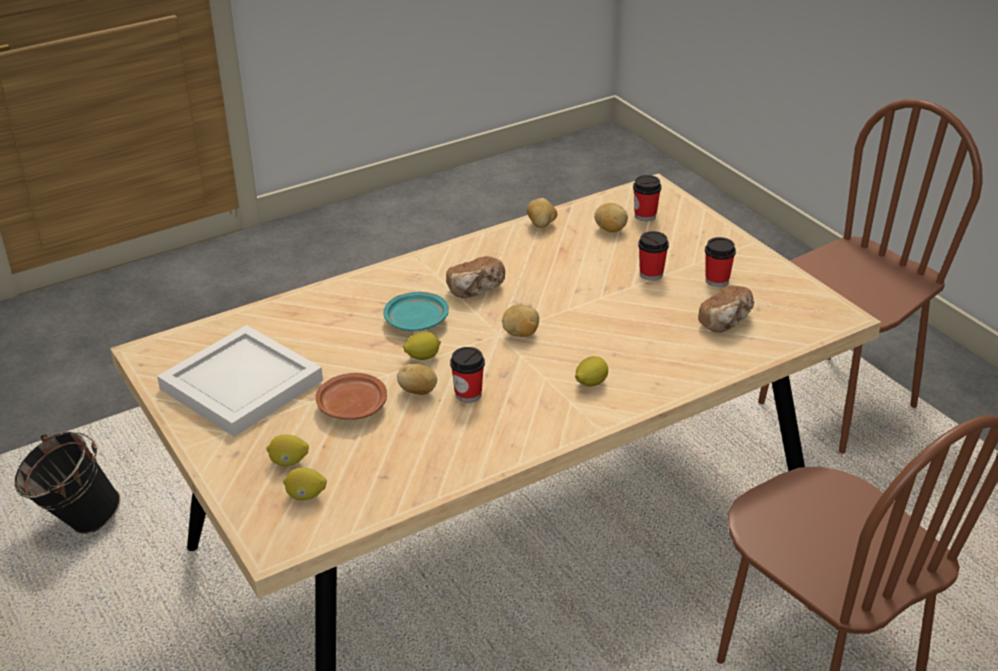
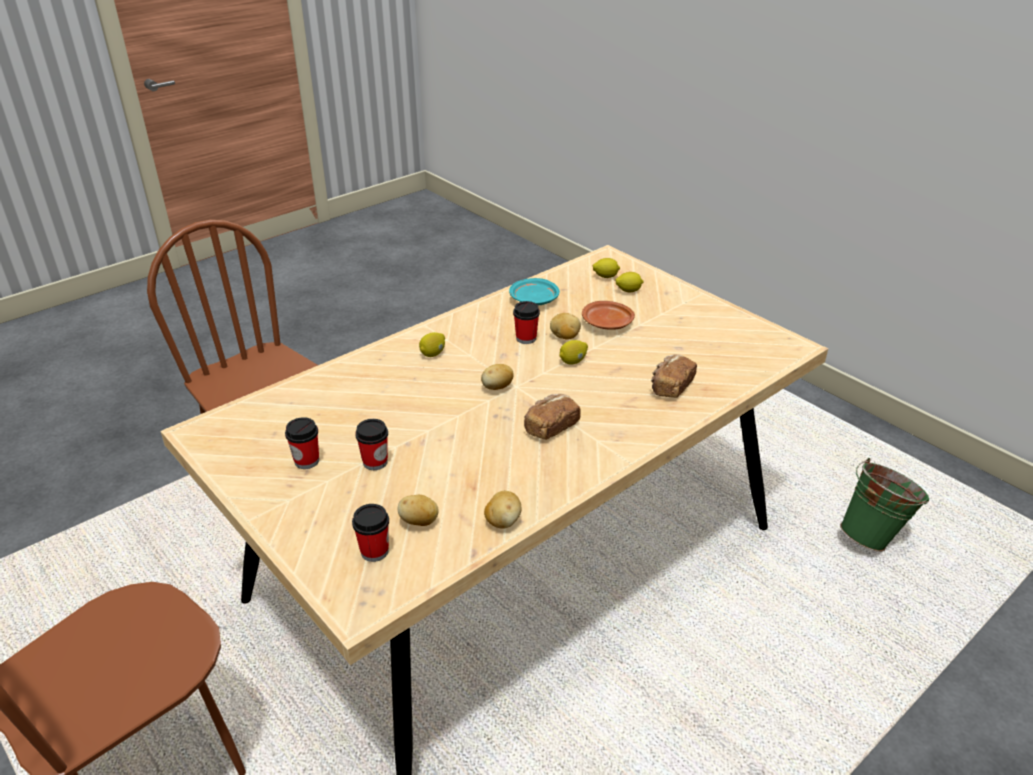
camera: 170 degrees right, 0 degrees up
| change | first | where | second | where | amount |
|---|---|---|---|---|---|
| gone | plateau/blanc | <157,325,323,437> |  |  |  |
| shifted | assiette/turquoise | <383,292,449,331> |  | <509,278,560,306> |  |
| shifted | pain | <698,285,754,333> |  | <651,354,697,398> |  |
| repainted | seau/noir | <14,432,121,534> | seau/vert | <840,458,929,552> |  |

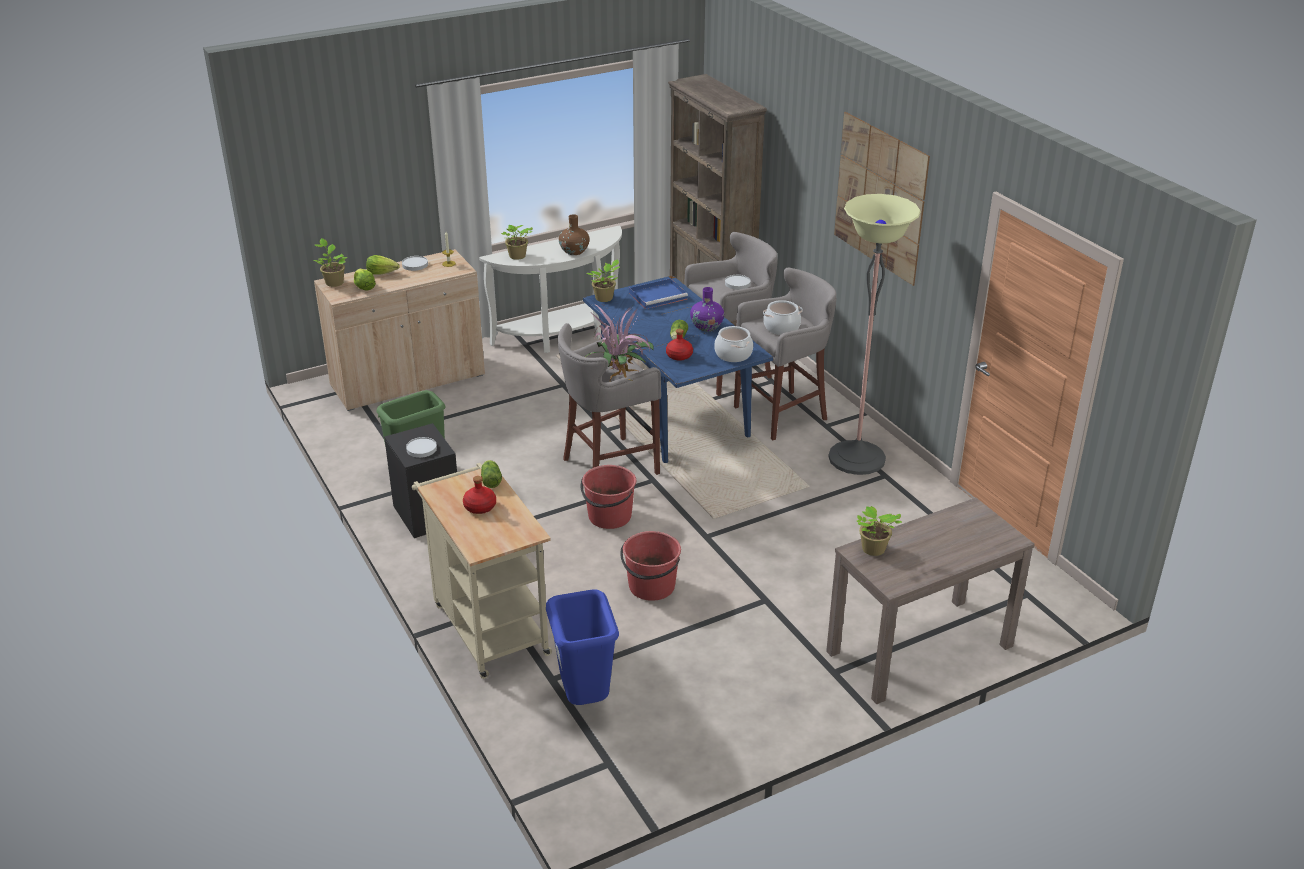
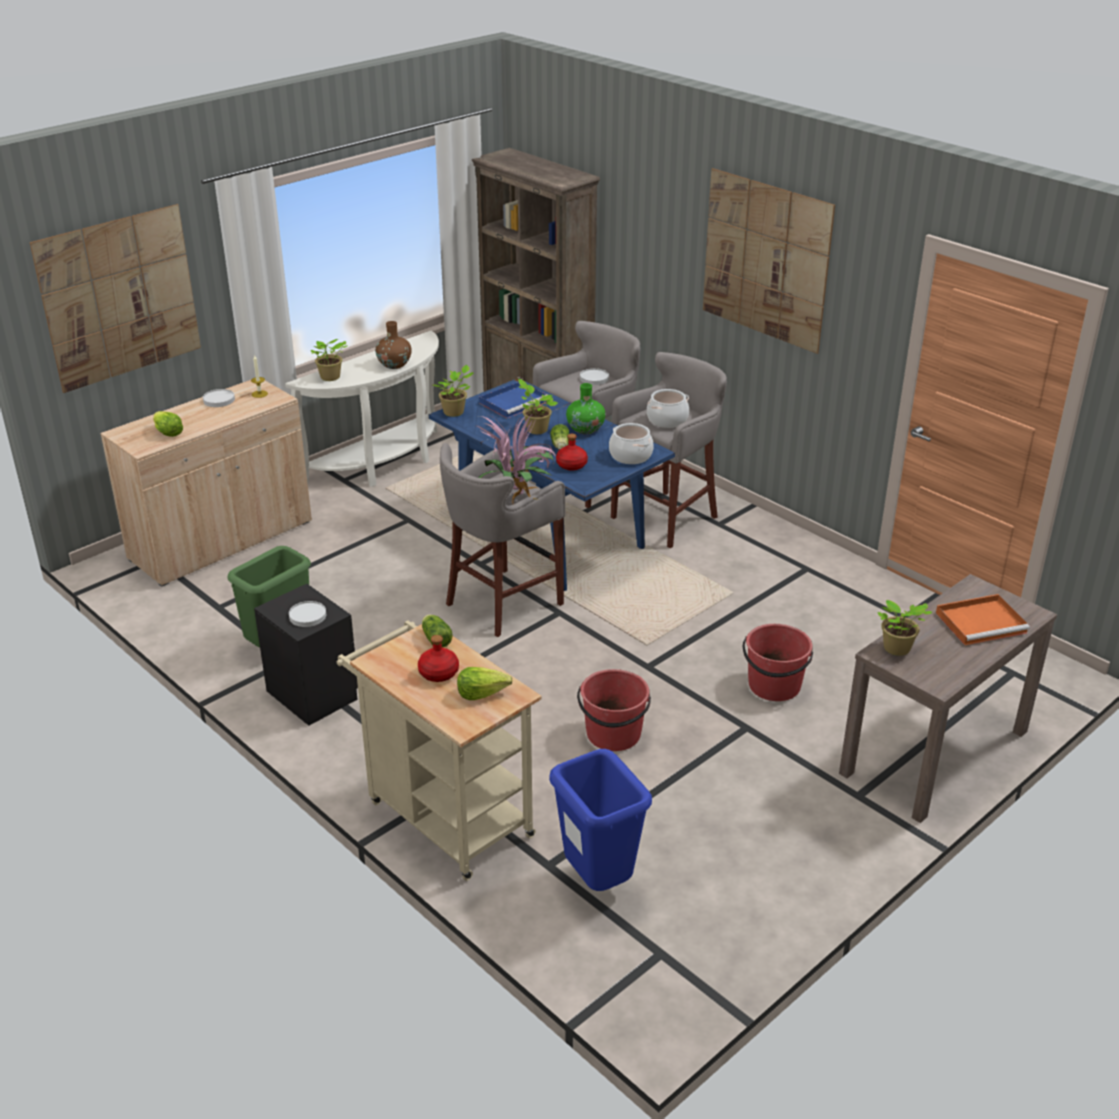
camera: 15 degrees left, 0 degrees up
| change | first | where | second | where | amount |
|---|---|---|---|---|---|
| gone | lampadaire | <828,194,921,475> |  |  |  |
| new |  |  | tableau | <30,204,201,393> |  |
| new |  |  | plateau/orange | <936,594,1030,645> |  |
| shifted | plante en pot | <313,238,347,287> |  | <518,379,558,434> |  |
| shifted | laitue | <366,255,400,275> |  | <457,667,513,700> |  |
| shifted | seau/rouge | <581,465,636,529> |  | <743,624,813,701> |  |
| repainted | vase/violet | <690,287,724,332> | vase/vert | <566,383,605,435> |  |

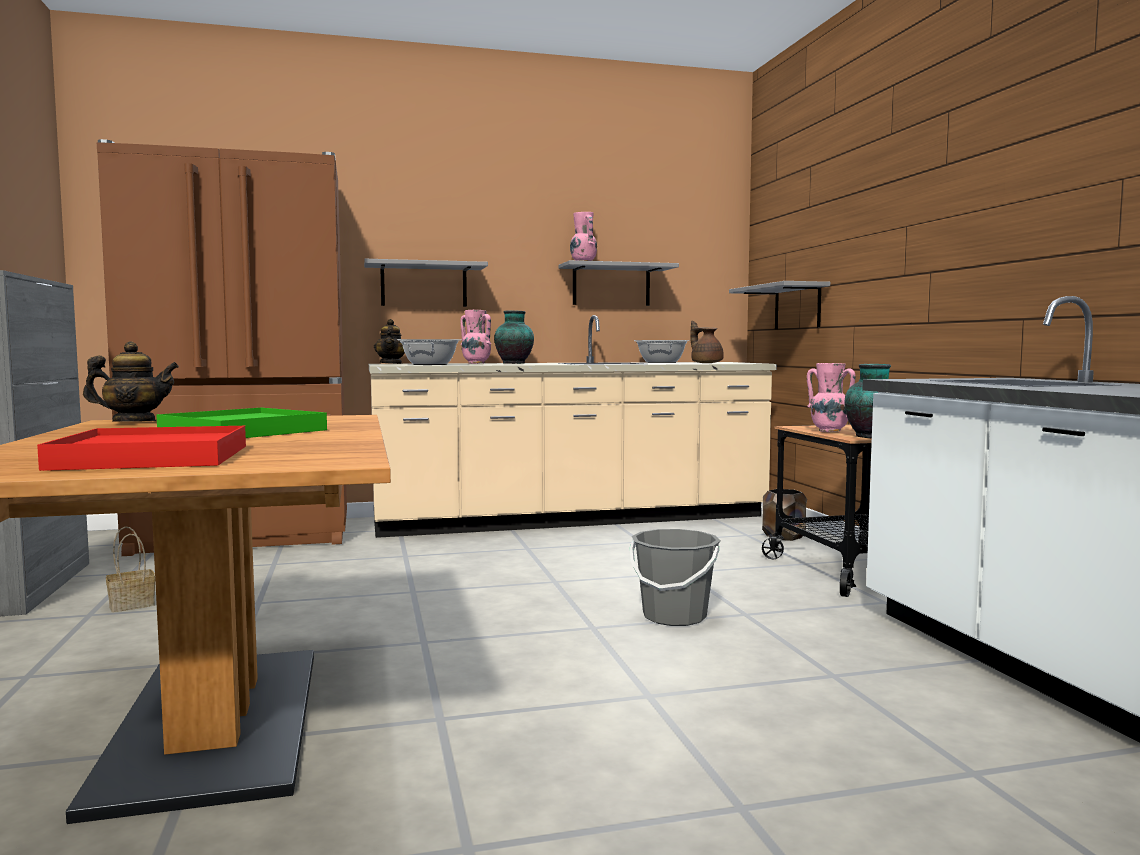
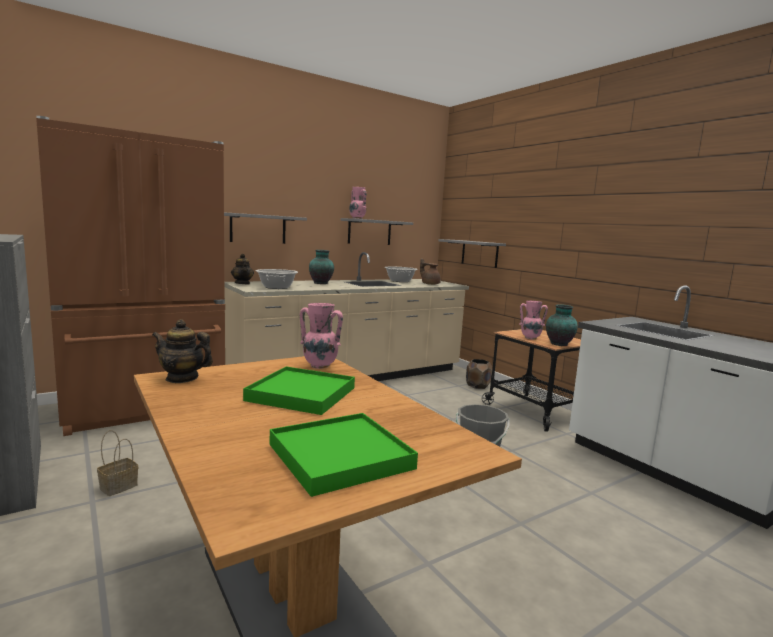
camera: 20 degrees left, 5 degrees up
| change | first | where | second | where | amount |
|---|---|---|---|---|---|
| shifted | vase/rose | <460,310,491,364> |  | <300,303,343,369> |  |
| repainted | plateau/rouge | <37,426,246,471> | plateau/vert | <270,413,418,497> |  |
| rotated | théière | <83,341,179,422> |  | <152,319,213,383> | 135 degrees counterclockwise |

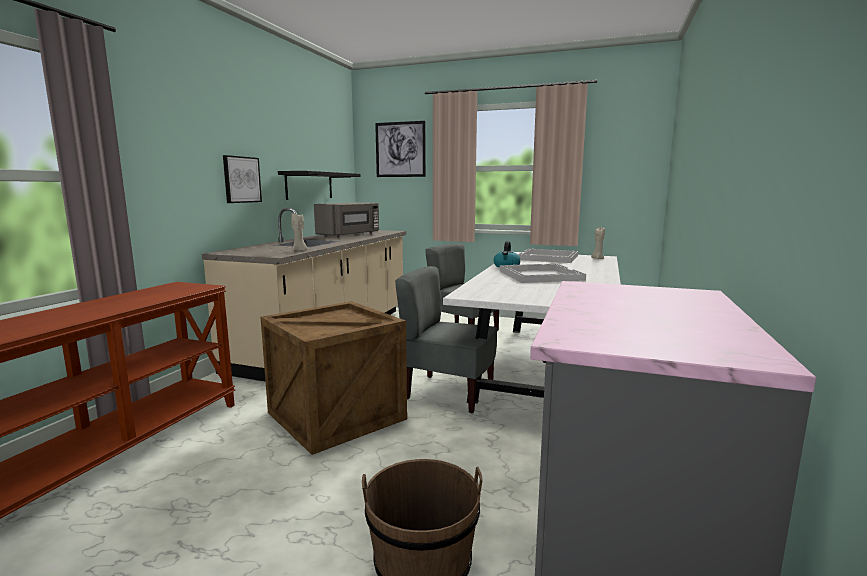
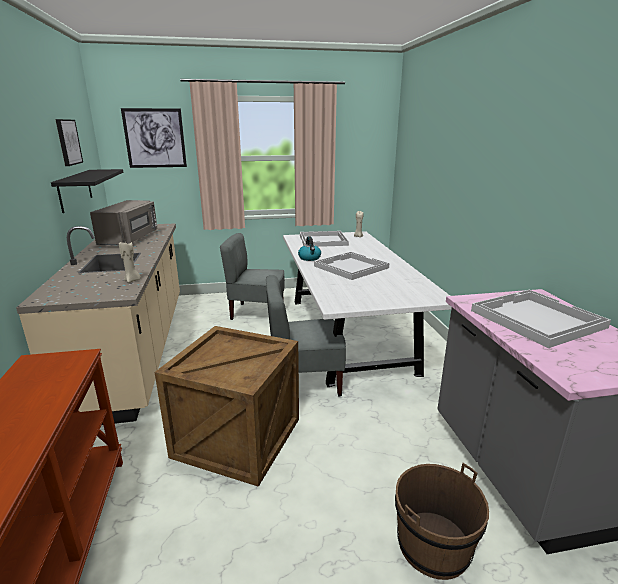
camera: 30 degrees left, 10 degrees up
| change | first | where | second | where | amount |
|---|---|---|---|---|---|
| new |  |  | plateau/blanc | <471,290,611,348> |  |
| shifted | tableau | <223,155,262,203> |  | <55,119,83,166> |  |

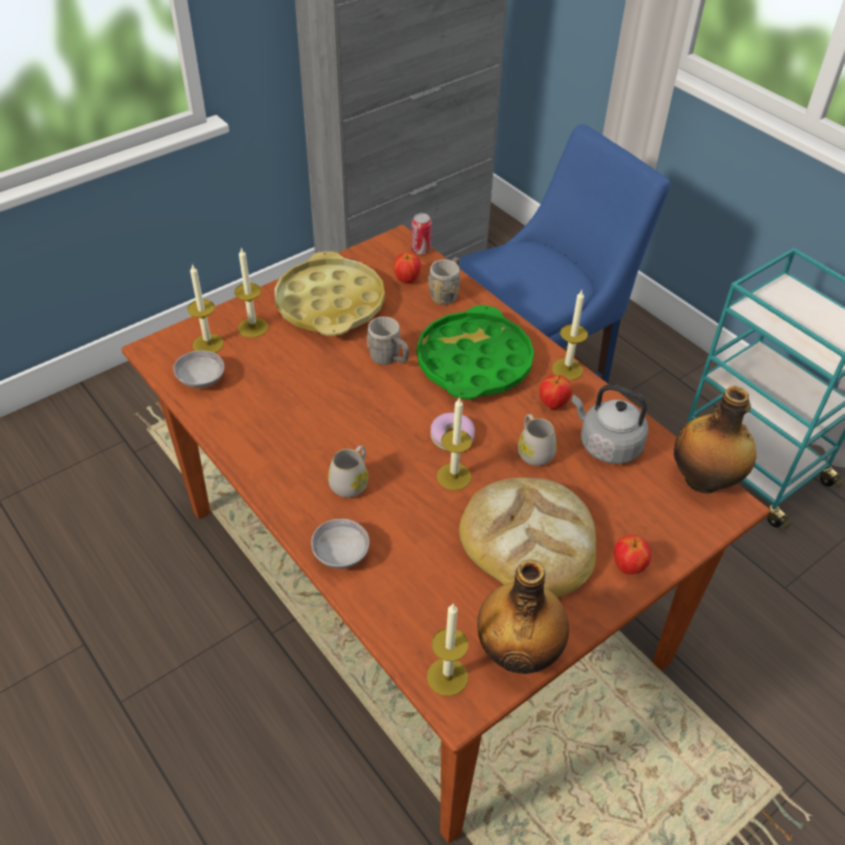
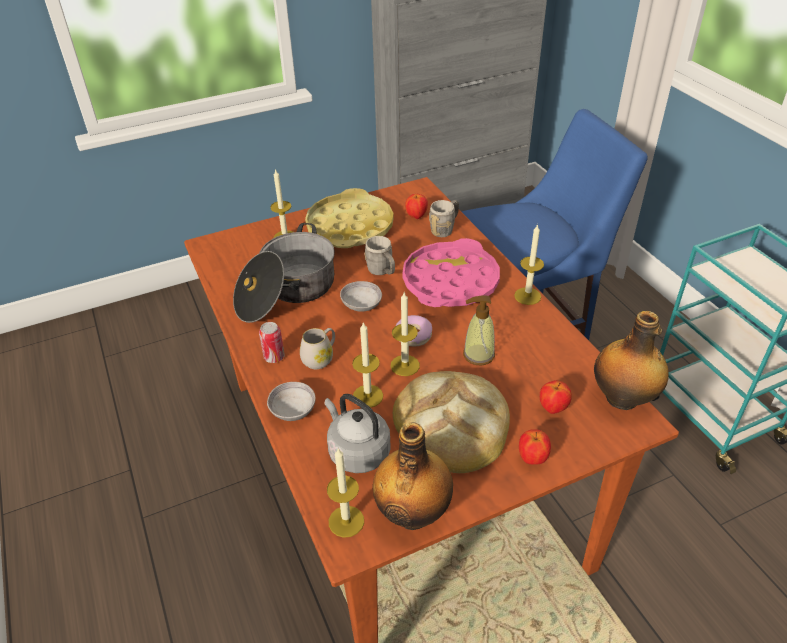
camera: 15 degrees right, 5 degrees down
| change | first | where | second | where | amount |
|---|---|---|---|---|---|
| new |  |  | marmite | <233,223,335,323> |  |
| shifted | bol/gris | <173,350,225,388> |  | <340,281,382,312> |  |
| shifted | bougie | <187,264,224,353> |  | <352,322,383,408> |  |
| shifted | boîte métallique | <411,213,432,254> |  | <259,322,285,363> |  |
| shifted | pomme | <539,375,572,409> |  | <540,380,572,414> |  |
| shifted | bouilloire/gris | <572,384,648,464> |  | <324,394,391,473> |  |
| swapped | mug/blanc | <518,414,557,466> | distributeur de savon | <463,295,495,365> |  |
| repainted | plateau/vert | <417,305,534,400> | plateau/rose | <402,238,500,307> |  |

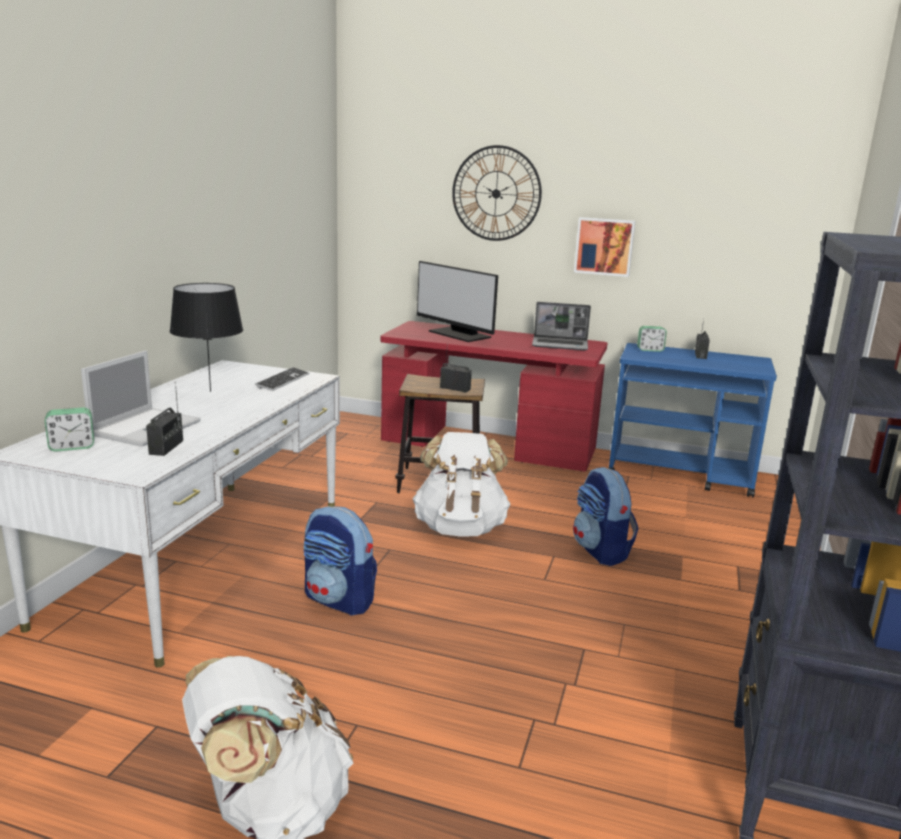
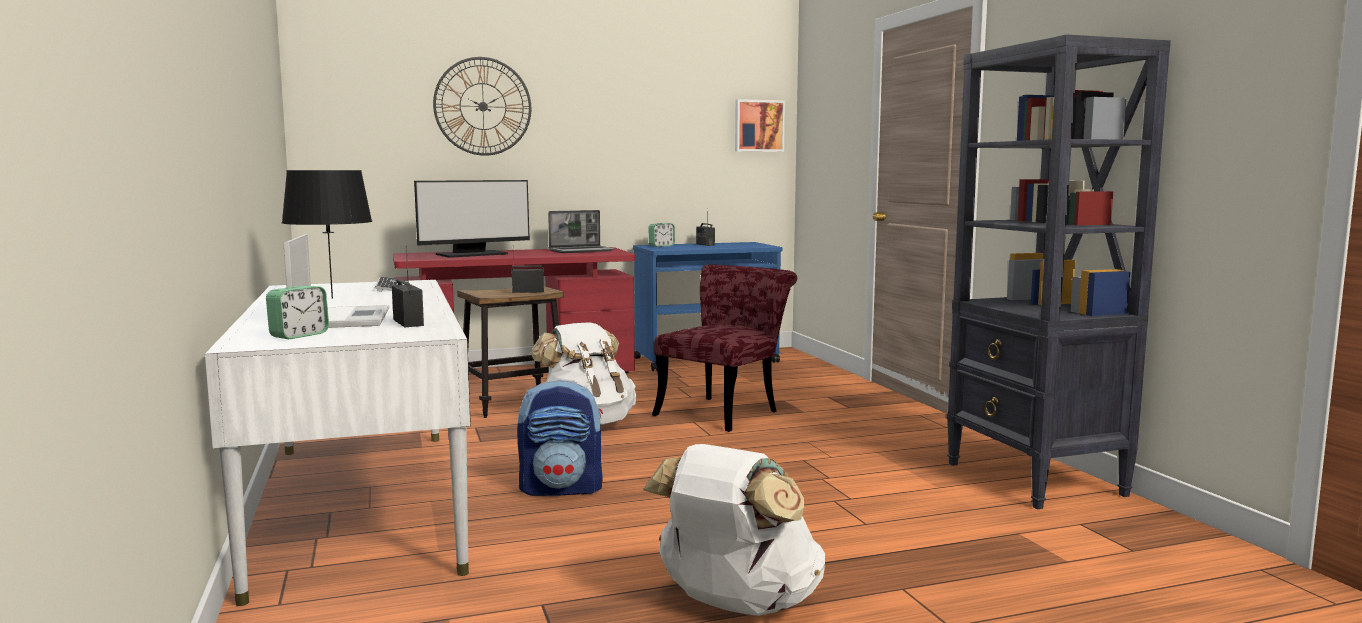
camera: 35 degrees left, 10 degrees down
| change | first | where | second | where | amount |
|---|---|---|---|---|---|
| shifted | tableau | <574,217,636,277> |  | <735,99,785,152> |  |
| swapped | sac à dos | <573,467,638,566> | chaise/rouge | <652,264,797,432> |  |
| rotated | écran d'ordinateur | <417,261,498,342> |  | <414,180,530,258> | 45 degrees counterclockwise |

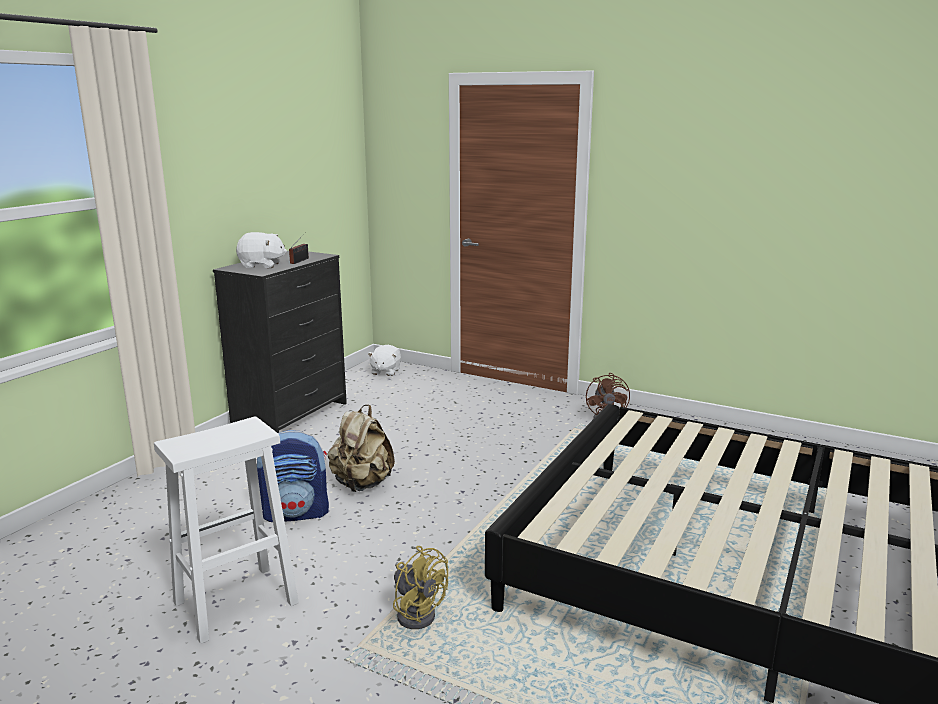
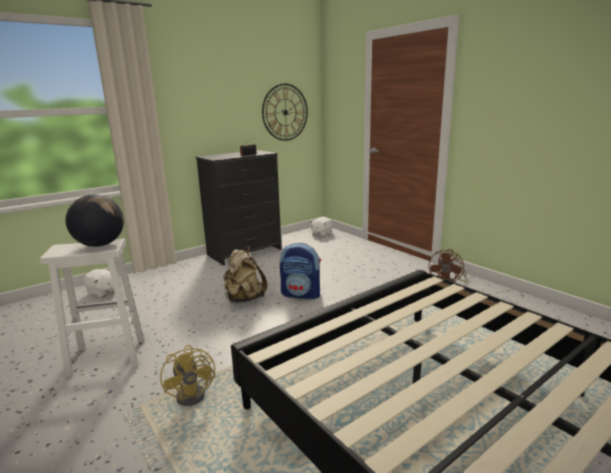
camera: 25 degrees right, 0 degrees up
| change | first | where | second | where | amount |
|---|---|---|---|---|---|
| new |  |  | globe | <66,195,124,247> |  |
| new |  |  | horloge murale | <262,83,308,141> |  |
| shifted | peluche/blanc | <236,232,287,268> |  | <83,269,114,297> |  |
| shifted | sac à dos | <257,430,329,522> |  | <280,243,321,300> |  |

